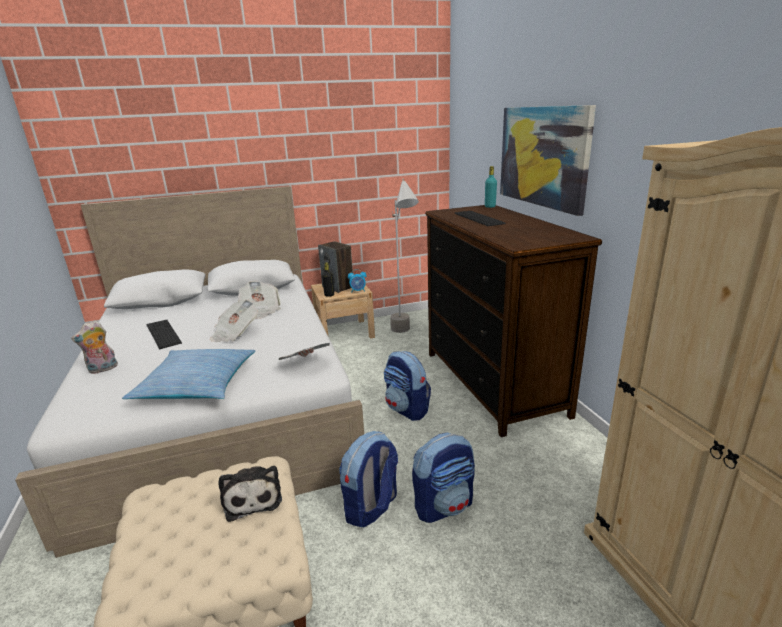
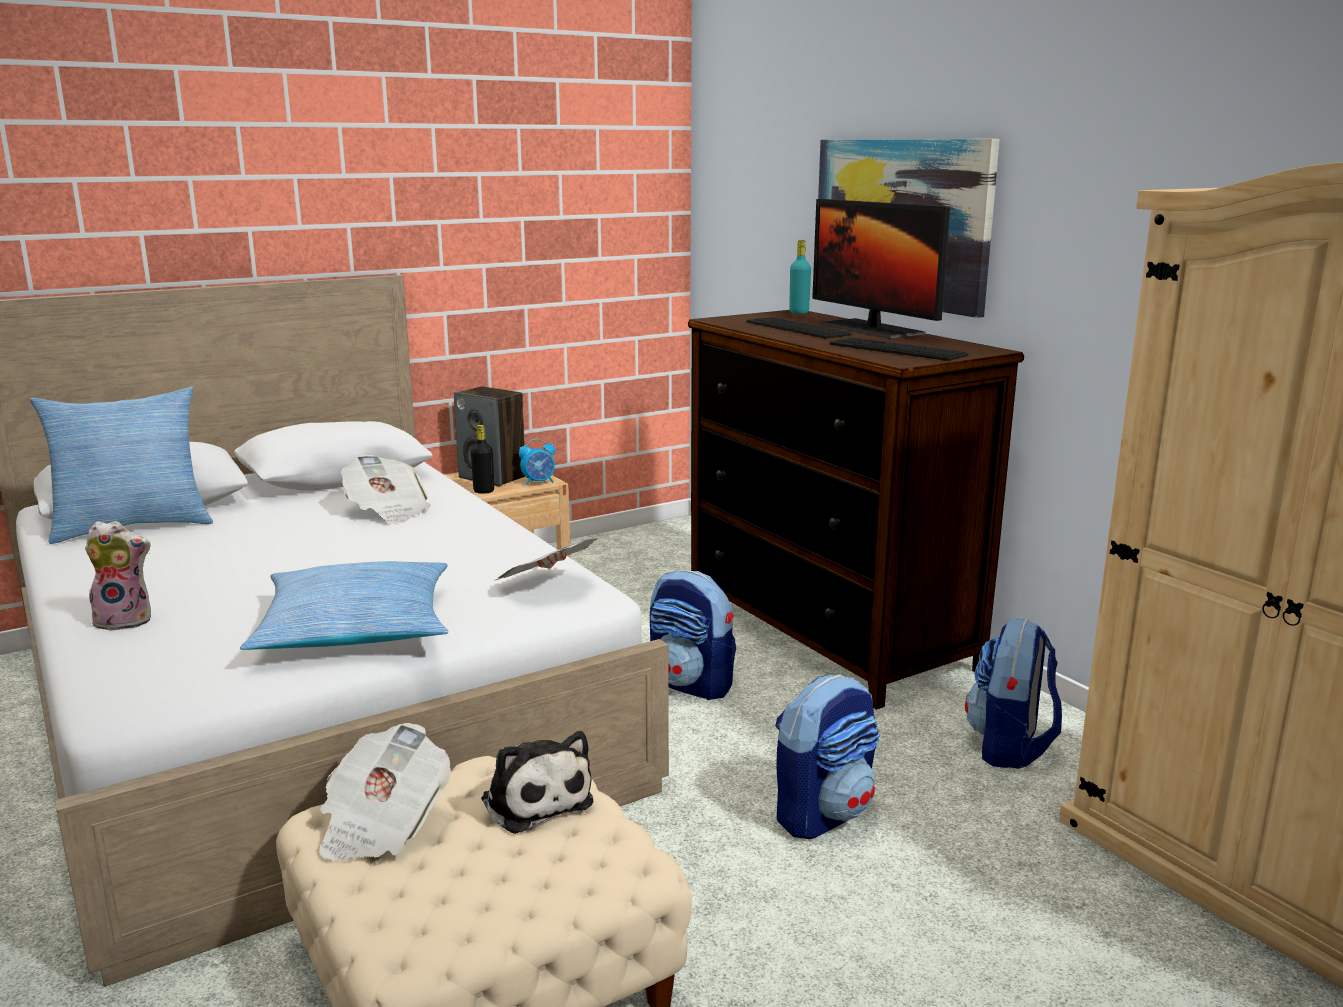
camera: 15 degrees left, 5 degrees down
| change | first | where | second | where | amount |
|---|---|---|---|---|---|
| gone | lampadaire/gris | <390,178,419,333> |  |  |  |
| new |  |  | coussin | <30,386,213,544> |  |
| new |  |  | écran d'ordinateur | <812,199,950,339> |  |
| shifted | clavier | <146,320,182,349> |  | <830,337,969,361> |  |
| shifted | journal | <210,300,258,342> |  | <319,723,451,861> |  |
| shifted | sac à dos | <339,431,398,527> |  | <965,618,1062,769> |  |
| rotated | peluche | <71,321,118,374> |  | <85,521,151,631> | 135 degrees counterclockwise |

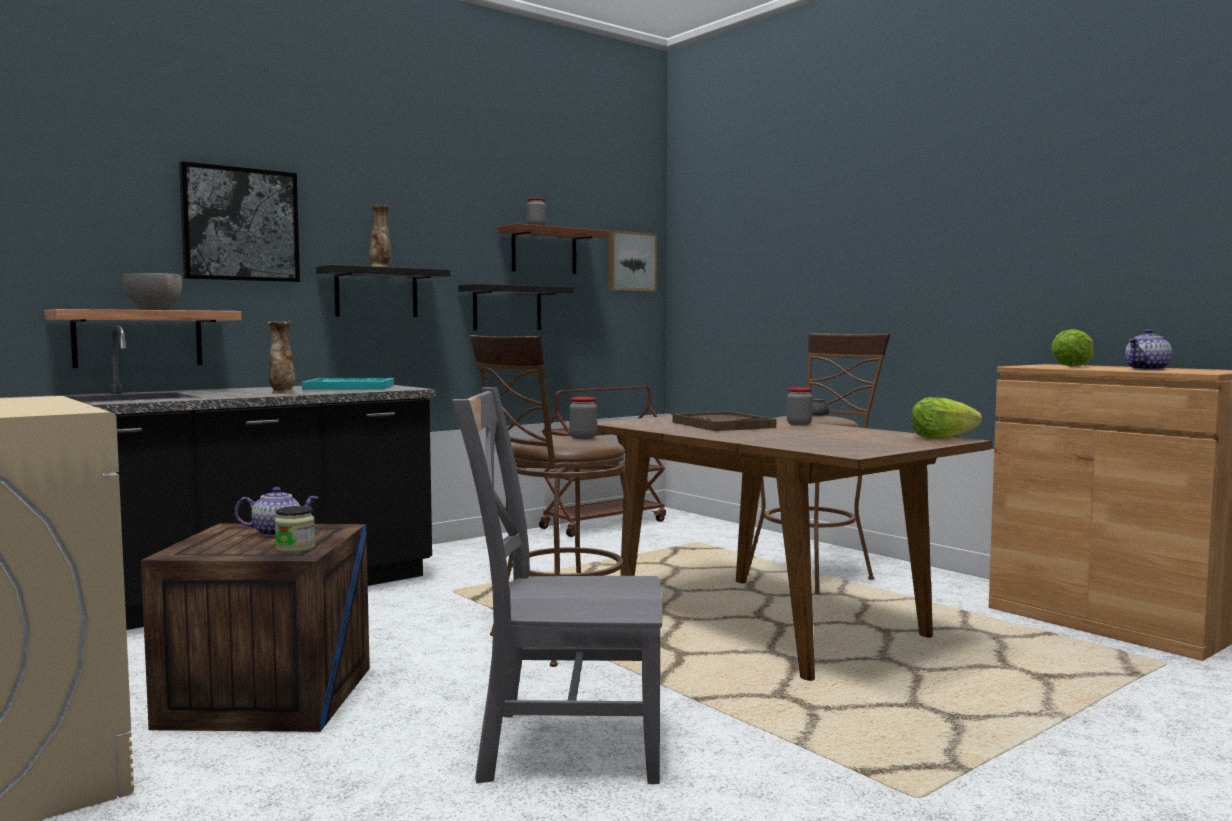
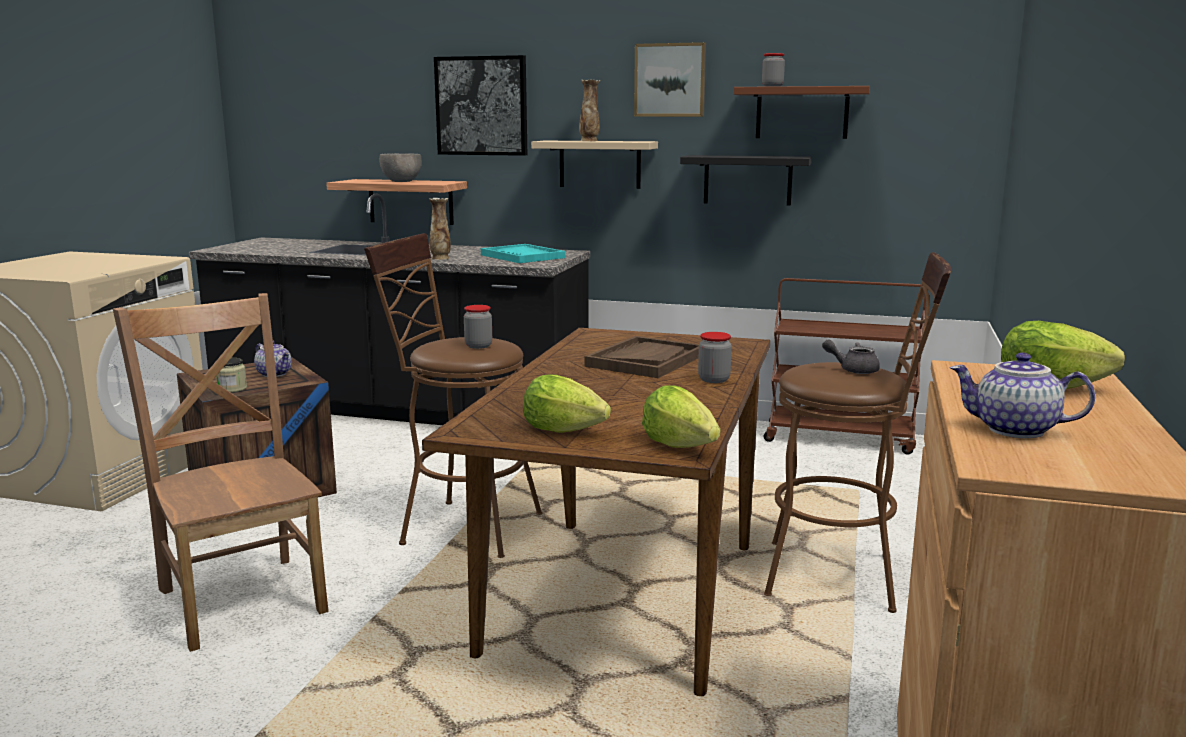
camera: 55 degrees right, 10 degrees up
| change | first | where | second | where | amount |
|---|---|---|---|---|---|
| new |  |  | laitue | <523,375,611,433> |  |
| shifted | tableau | <608,230,657,291> |  | <634,42,706,117> |  |
| repainted | étagère/noir | <316,265,450,317> | étagère/beige | <531,141,658,189> |  |
| repainted | chaise/gris | <452,387,662,784> | chaise/marron | <113,293,329,652> |  |

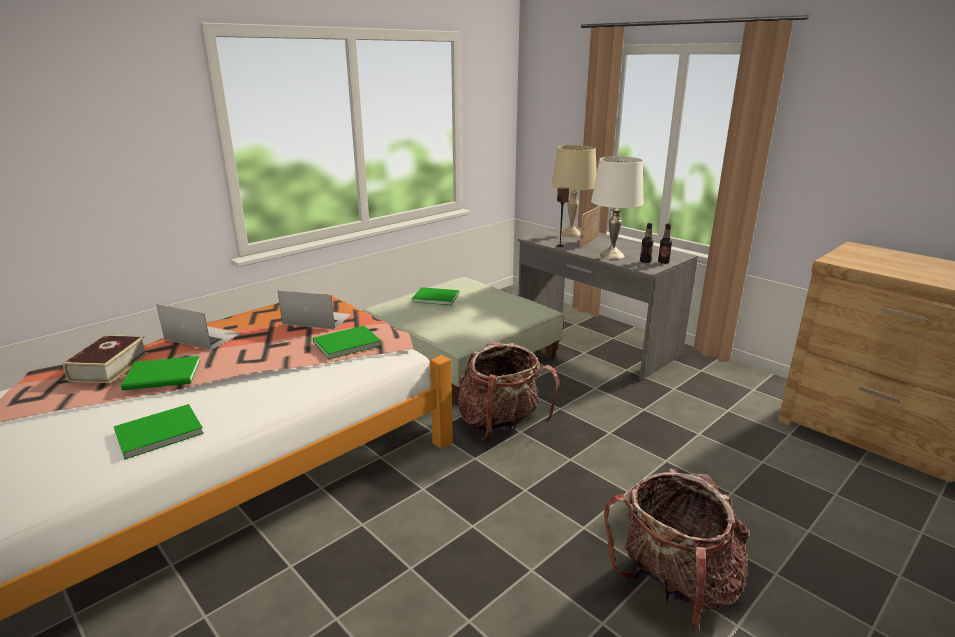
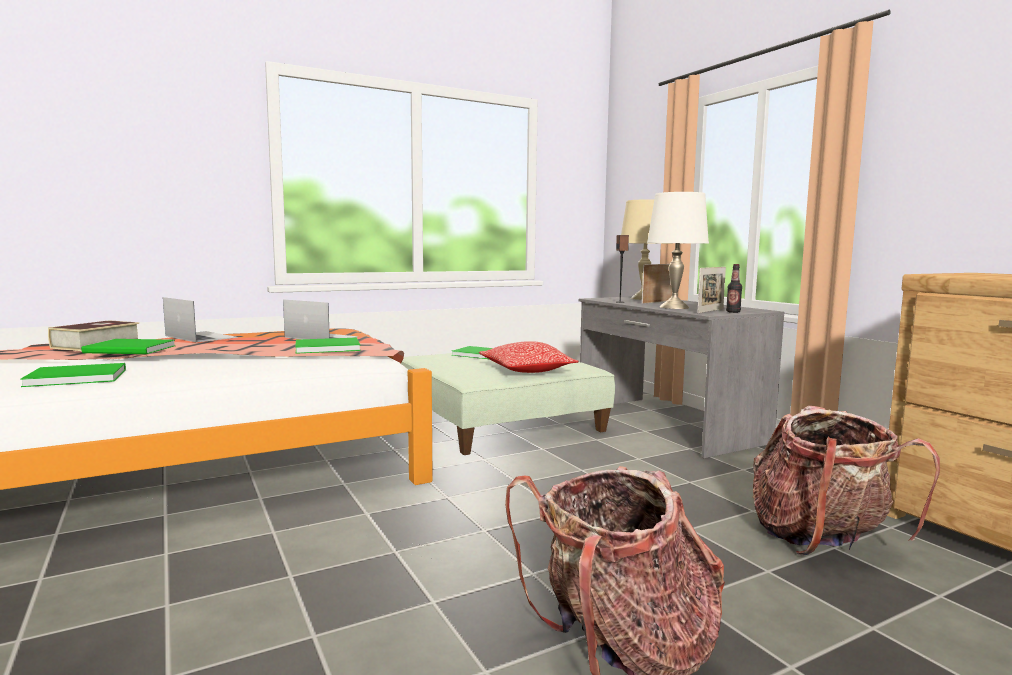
camera: 15 degrees right, 15 degrees down
| change | first | where | second | where | amount |
|---|---|---|---|---|---|
| new |  |  | coussin | <479,341,579,373> |  |
| shifted | sac à dos | <458,341,559,440> |  | <752,406,940,555> |  |
| swapped | bouteille | <640,223,654,263> | cadre photo | <697,267,726,313> |  |

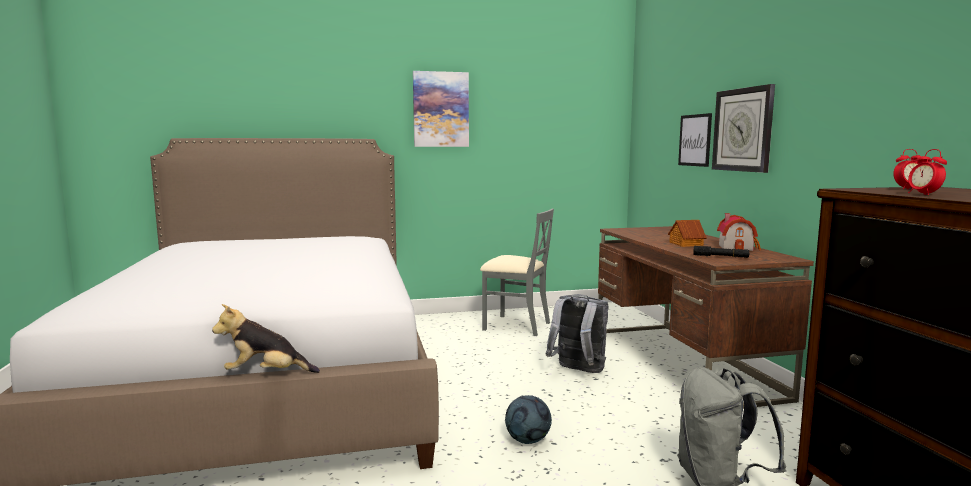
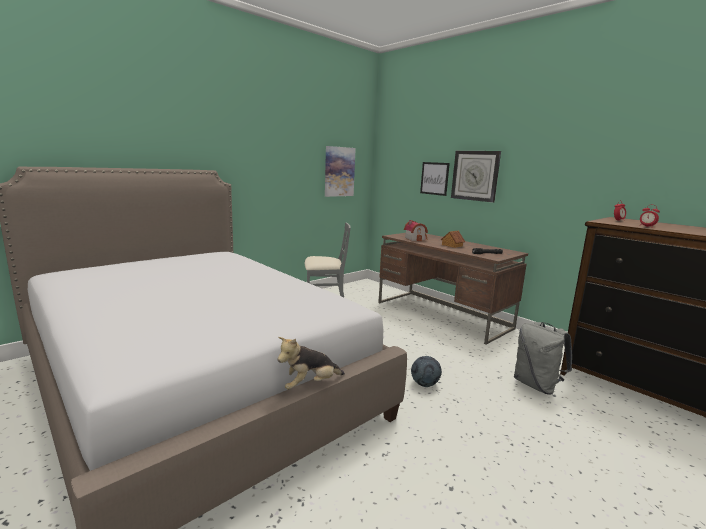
camera: 30 degrees left, 5 degrees up
| change | first | where | second | where | amount |
|---|---|---|---|---|---|
| gone | sac à dos/gris | <545,294,609,373> |  |  |  |
| shifted | tableau | <413,71,469,147> |  | <325,146,356,197> |  |
| shifted | maison miniature | <717,213,761,251> |  | <404,220,428,241> |  |

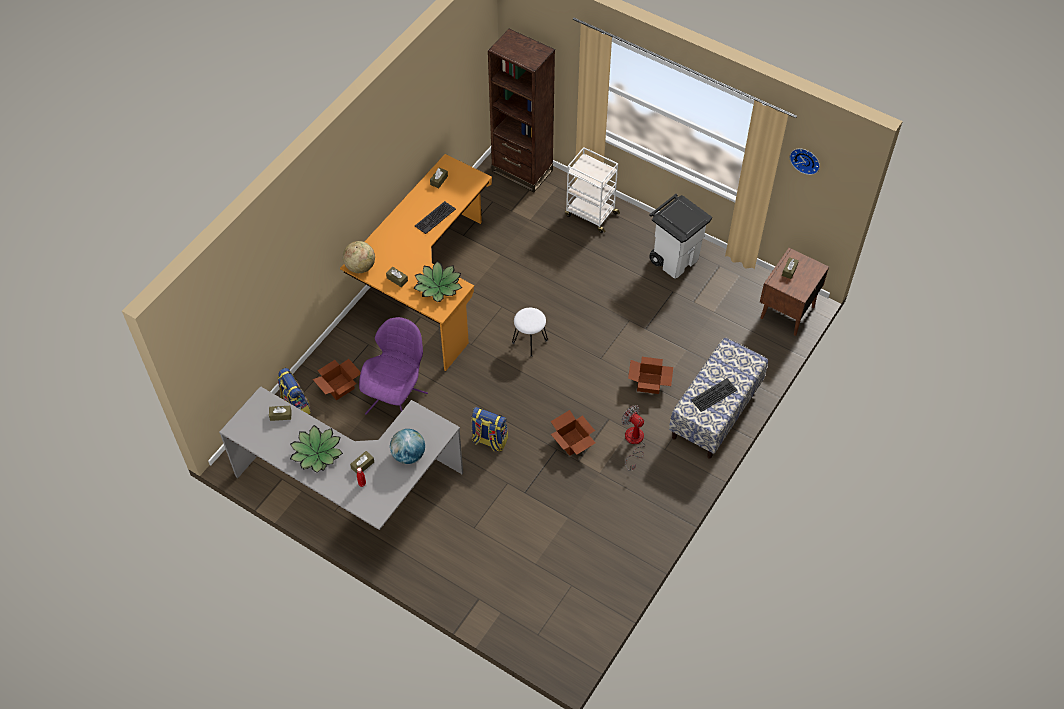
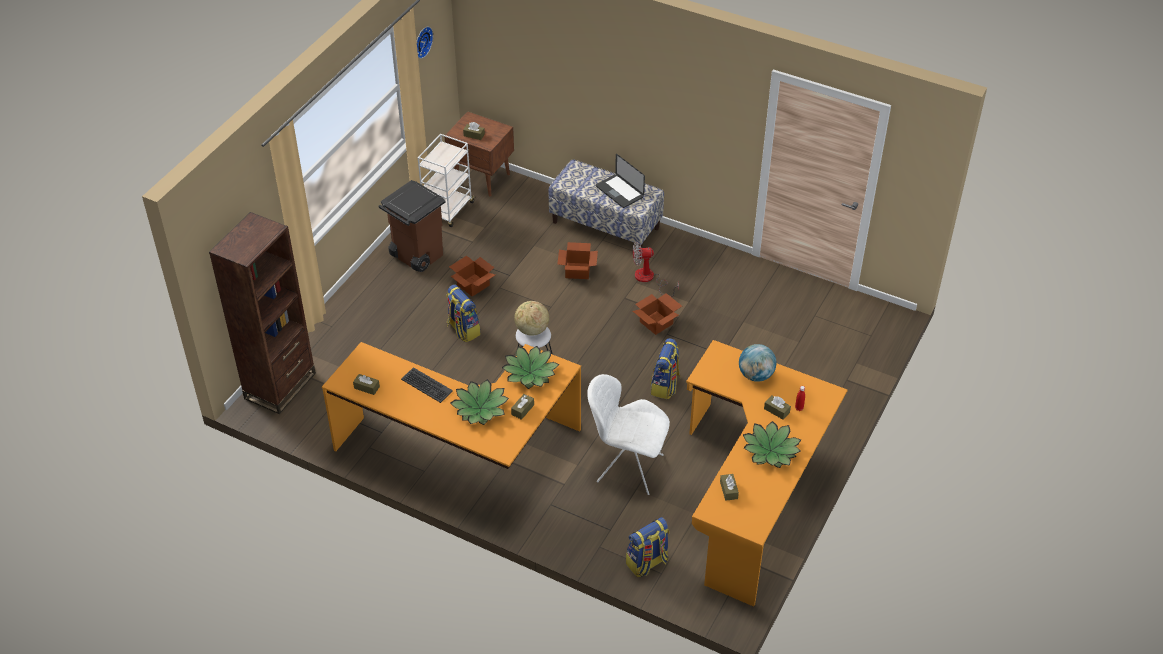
camera: 95 degrees left, 10 degrees down
| change | first | where | second | where | amount |
|---|---|---|---|---|---|
| new |  |  | sac à dos | <446,284,481,342> |  |
| new |  |  | plante en pot | <450,379,509,425> |  |
| shifted | carton | <313,359,361,400> |  | <449,256,495,297> |  |
| shifted | globe | <343,241,375,273> |  | <514,301,549,336> |  |
| shifted | chariot/blanc | <565,147,620,233> |  | <418,134,475,227> |  |
| swapped | clavier | <691,378,737,412> | ordinateur portable | <596,154,645,208> |  |
| repainted | bureau/gris | <219,386,463,530> | bureau/orange | <686,340,848,607> |  |
| repainted | chaise/violet | <359,317,428,415> | chaise/blanc | <587,374,670,495> |  |
| repainted | poubelle/blanc | <649,194,712,279> | poubelle/marron | <378,180,446,272> |  |
| rotated | ventilateur | <621,405,645,471> |  | <633,242,679,297> | 45 degrees clockwise |

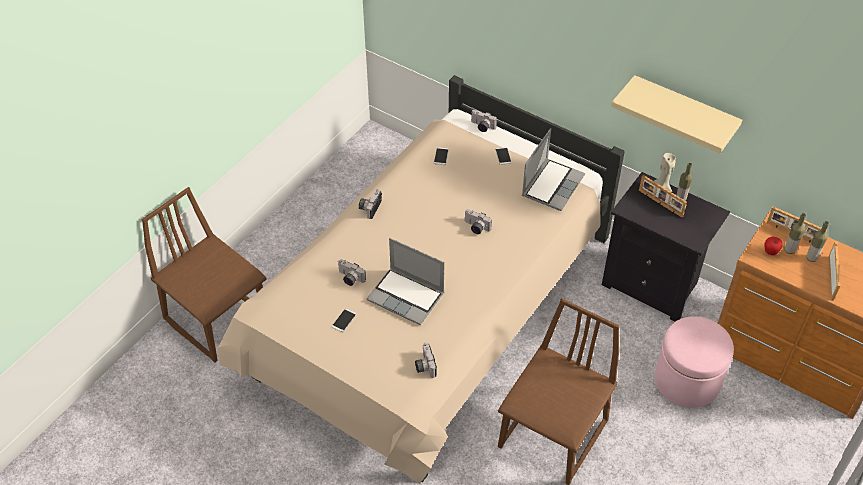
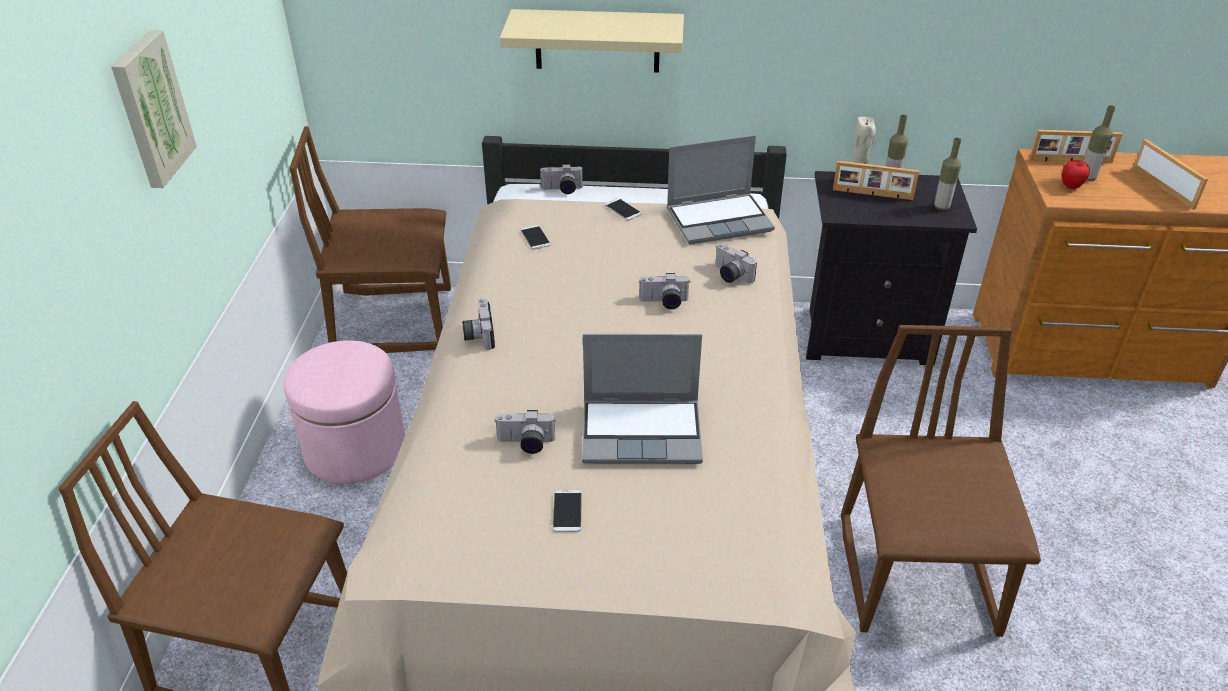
camera: 30 degrees left, 10 degrees down
| change | first | where | second | where | amount |
|---|---|---|---|---|---|
| new |  |  | tableau | <111,30,197,188> |  |
| new |  |  | chaise/marron | <289,126,451,353> |  |
| shifted | appareil photo | <415,342,437,378> |  | <715,243,757,284> |  |
| shifted | étagère/beige | <611,75,742,153> |  | <500,9,684,73> |  |
| shifted | pouf/rose | <655,316,734,408> |  | <284,340,405,484> |  |
| shifted | bouteille | <807,221,829,262> |  | <934,138,961,210> |  |
| rotated | ordinateur portable | <522,128,585,211> |  | <667,135,775,244> | 75 degrees clockwise |

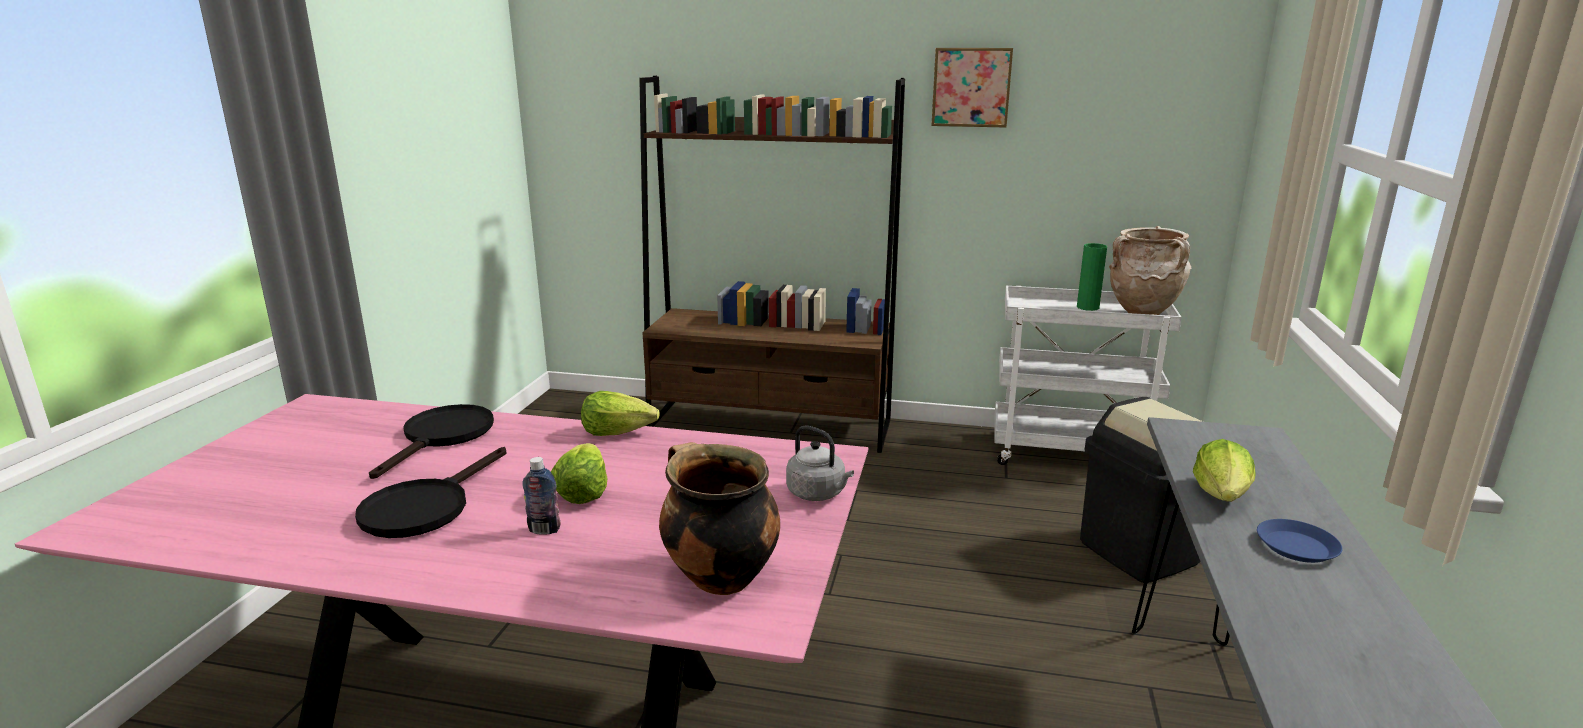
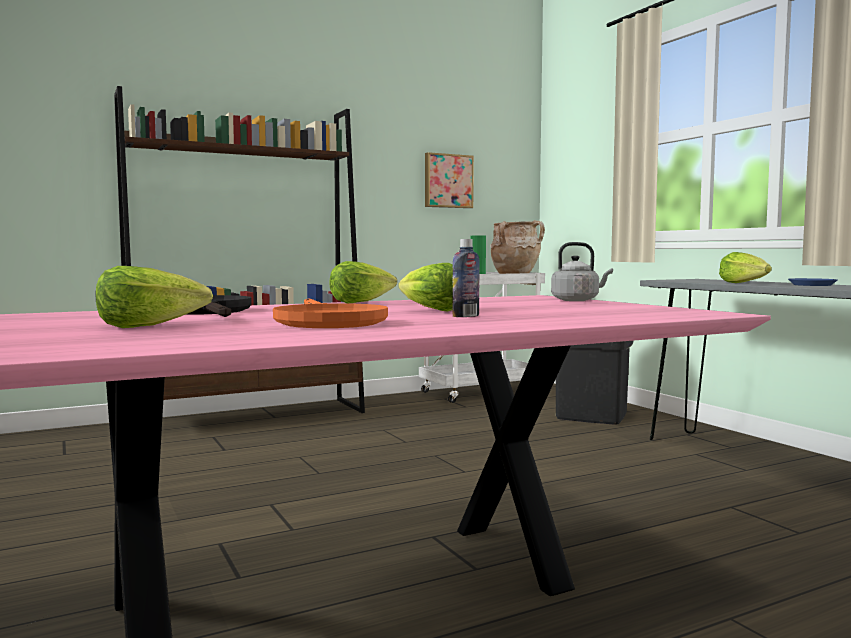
camera: 40 degrees left, 15 degrees down
| change | first | where | second | where | amount |
|---|---|---|---|---|---|
| gone | marmite | <659,442,780,595> |  |  |  |
| new |  |  | laitue | <96,266,213,328> |  |
| shifted | tableau | <931,48,1013,128> |  | <425,152,474,208> |  |
| repainted | poêle/noir | <355,447,506,538> | poêle/orange | <273,298,388,328> |  |

